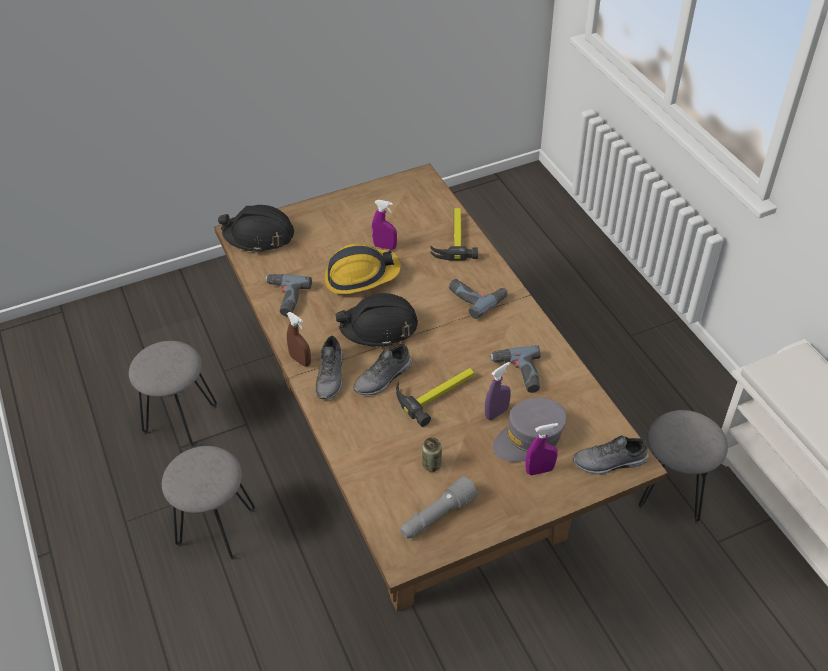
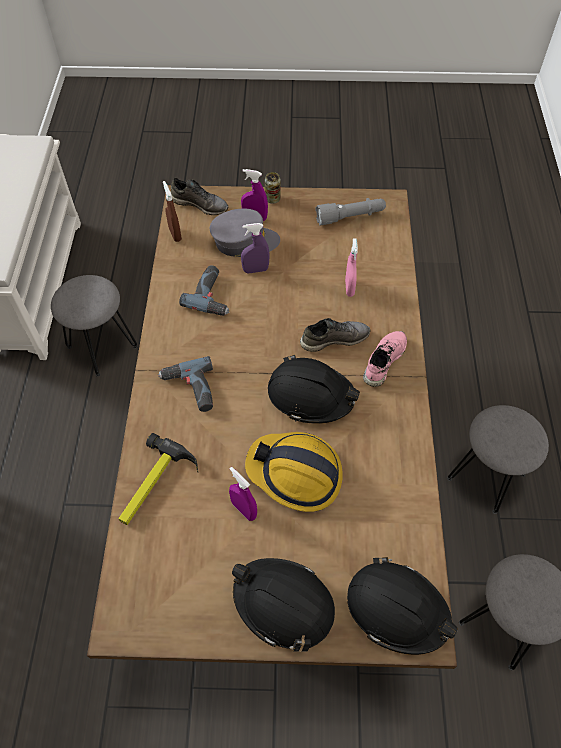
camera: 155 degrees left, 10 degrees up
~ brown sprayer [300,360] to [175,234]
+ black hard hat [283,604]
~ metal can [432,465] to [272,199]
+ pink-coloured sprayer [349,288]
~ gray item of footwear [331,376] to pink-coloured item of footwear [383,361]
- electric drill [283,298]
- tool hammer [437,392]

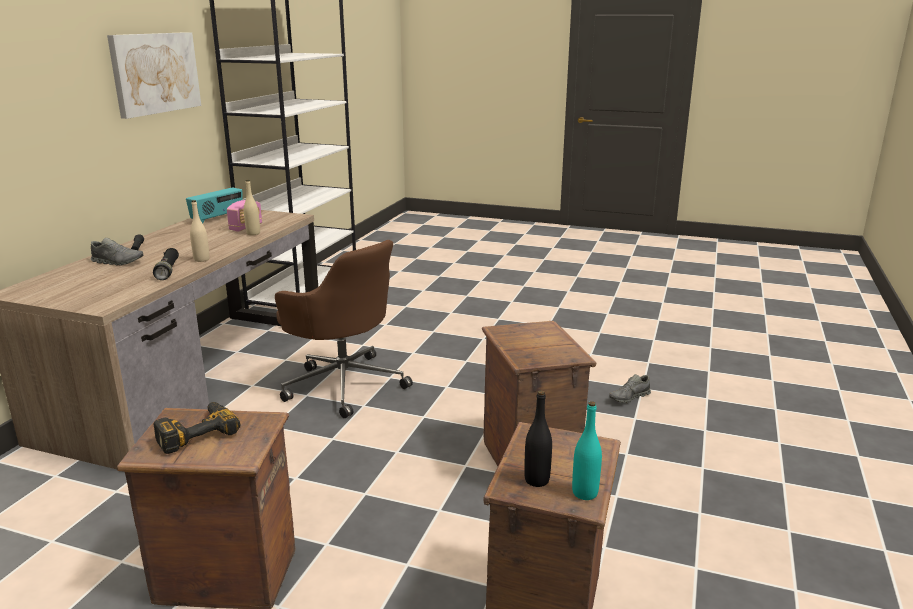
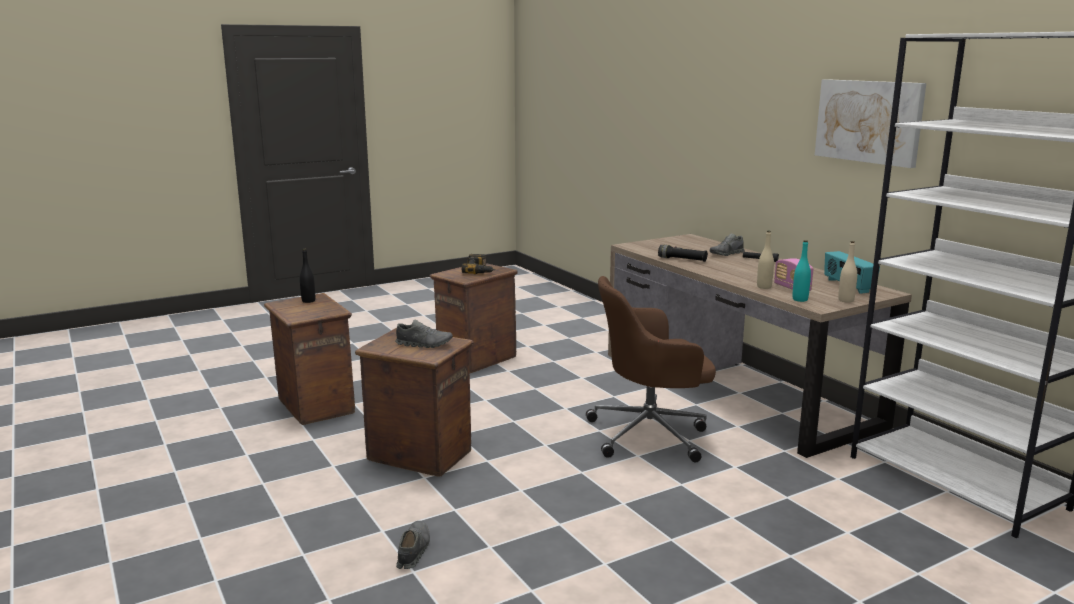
camera: 130 degrees right, 5 degrees down
+ gray item of footwear [424,344]
~ blue-green drink bottle [585,493] to [800,299]
~ beige-coloured drink bottle [201,259] to [846,300]

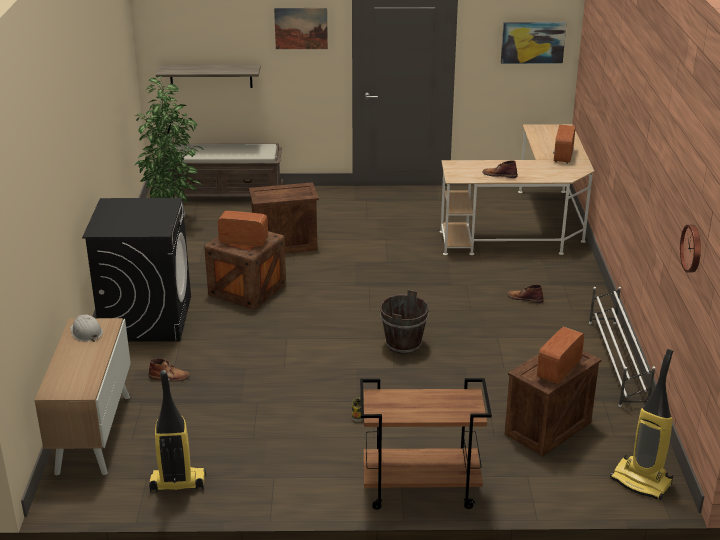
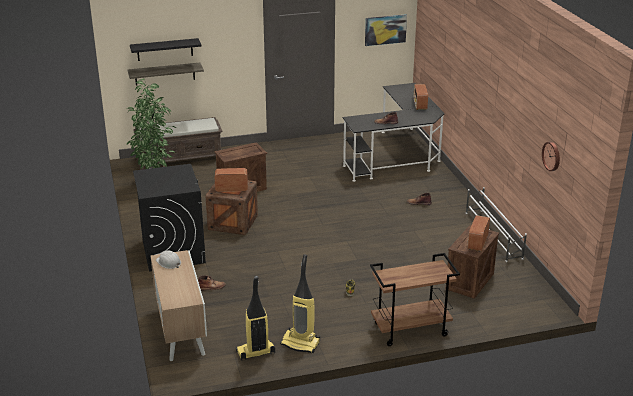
camera: 15 degrees left, 0 degrees up
+ black shelf [165,49]
~ hoover [642,481] to [301,343]
~ beige-coloured desk unit [525,228] to black desk unit [398,157]
- wall picture [301,28]
- brown bucket [403,344]

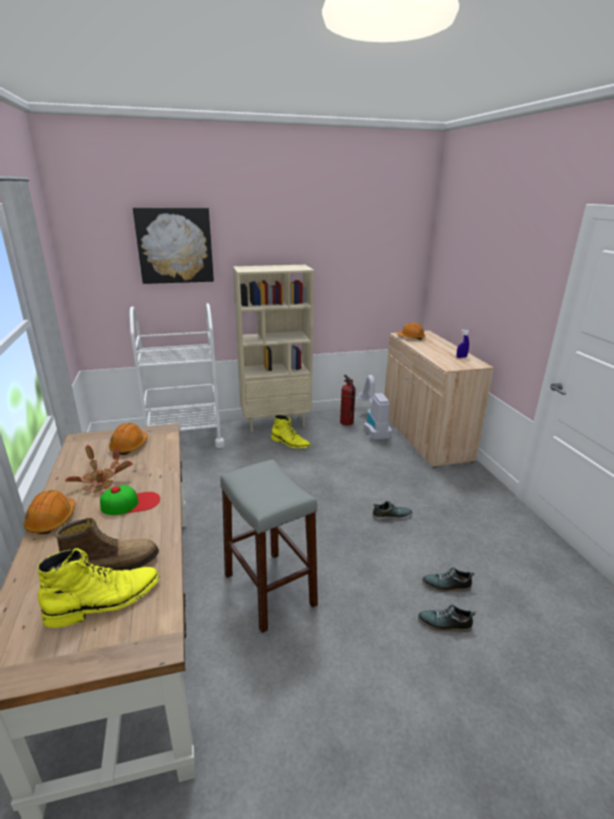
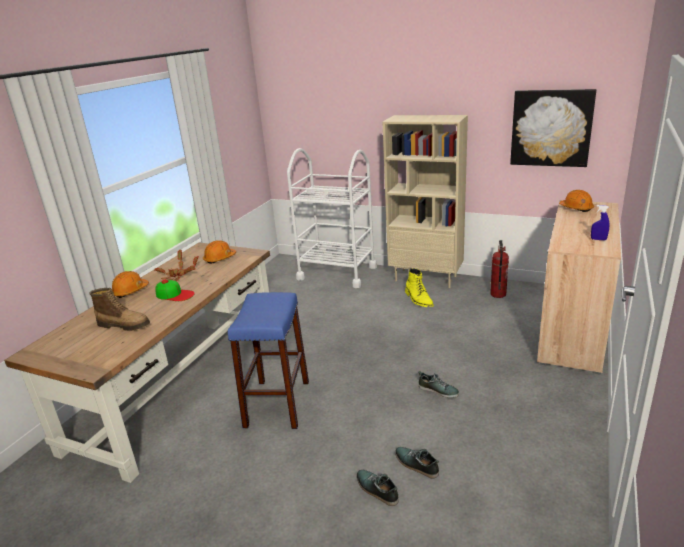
camera: 40 degrees right, 0 degrees up
~ gray sitting stool [269,589] to blue-coloured sitting stool [277,404]
~ wall picture [175,245] to [551,128]
- yellowish boot [105,601]
- hoover [372,428]

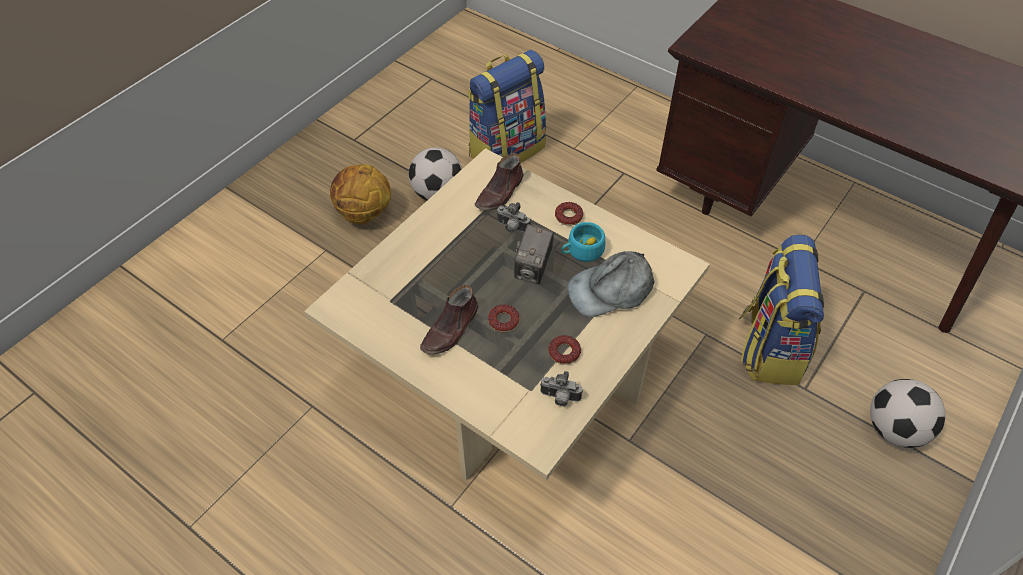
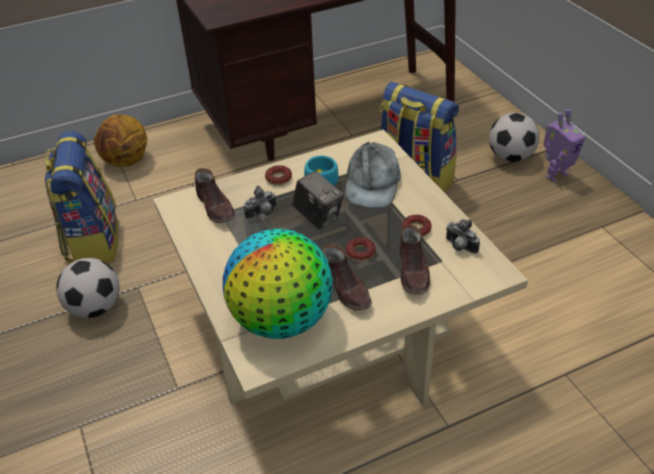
camera: 60 degrees left, 10 degrees down
~ basketball [364,214] to [126,161]
+ world globe [282,320]
+ brown item of footwear [413,271]
~ still camera [559,398] = [459,247] 90 degrees clockwise
+ model robot [555,175]

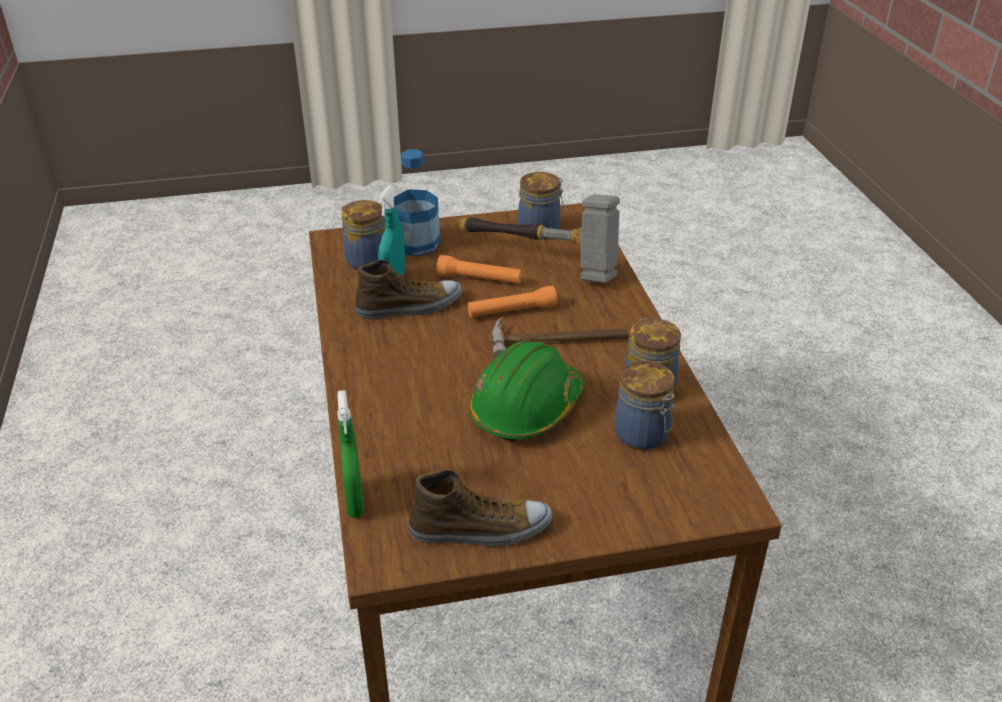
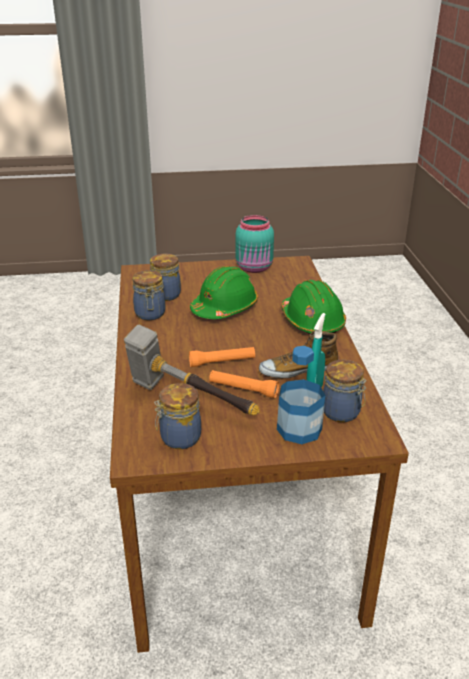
camera: 175 degrees left, 5 degrees down
~ item of footwear [480,529] to blue-green storage jar [255,268]
+ greenish hard hat [312,321]
- greenish sprayer [354,501]
- tool hammer [558,340]

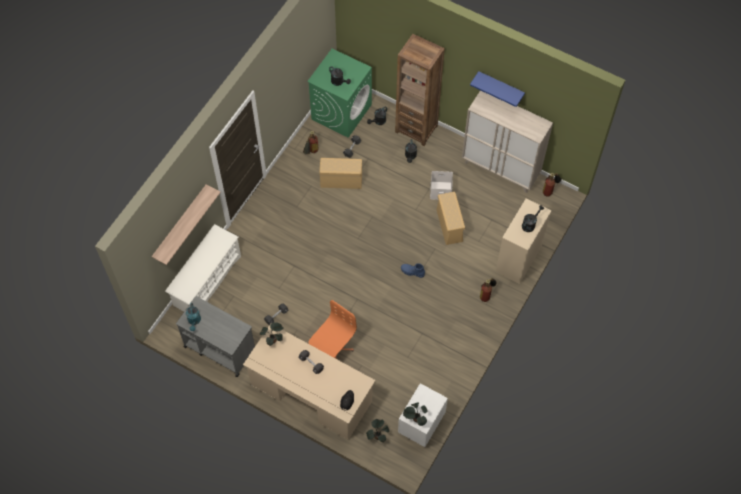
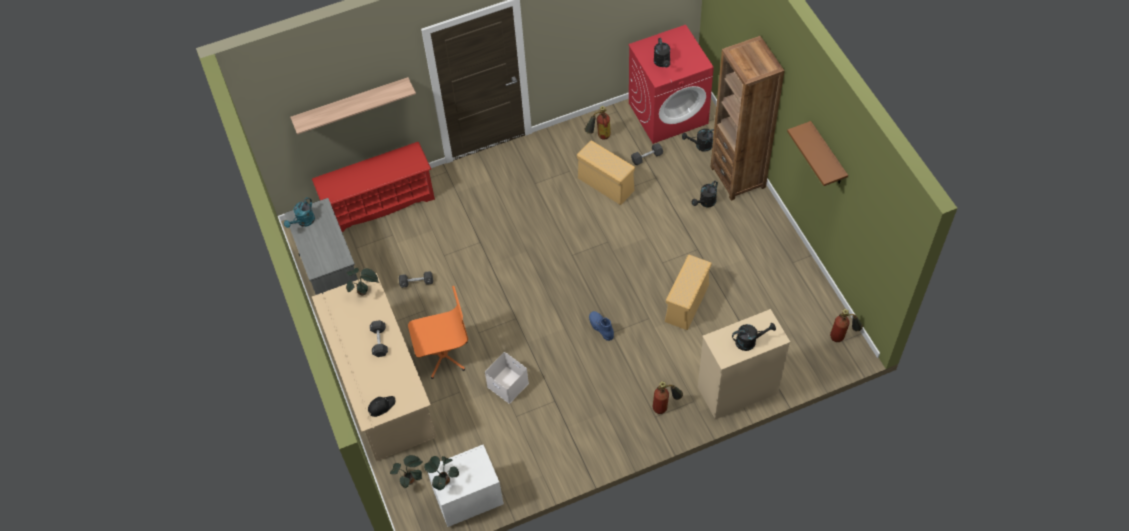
camera: 40 degrees right, 5 degrees down
~ whitish shoe stand [207,281] to reddish shoe stand [379,203]
~ whitish storage bin [441,190] to [509,384]
~ greenish laundry machine [341,111] to reddish laundry machine [668,113]
~ blue-coloured shelf [500,86] to brown shelf [827,155]
- beige-coloured cabinet [500,169]

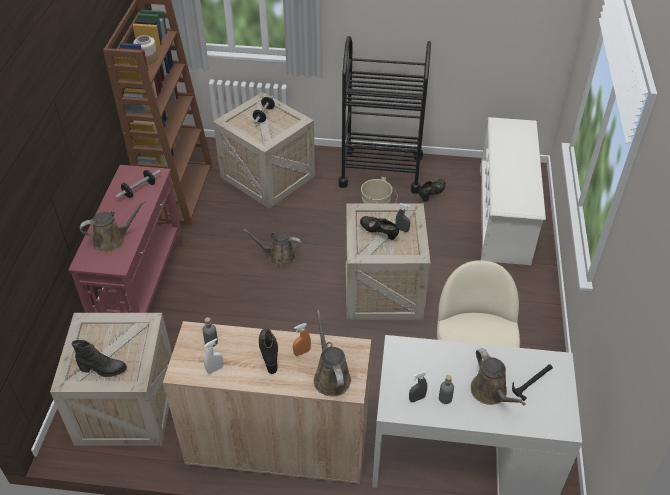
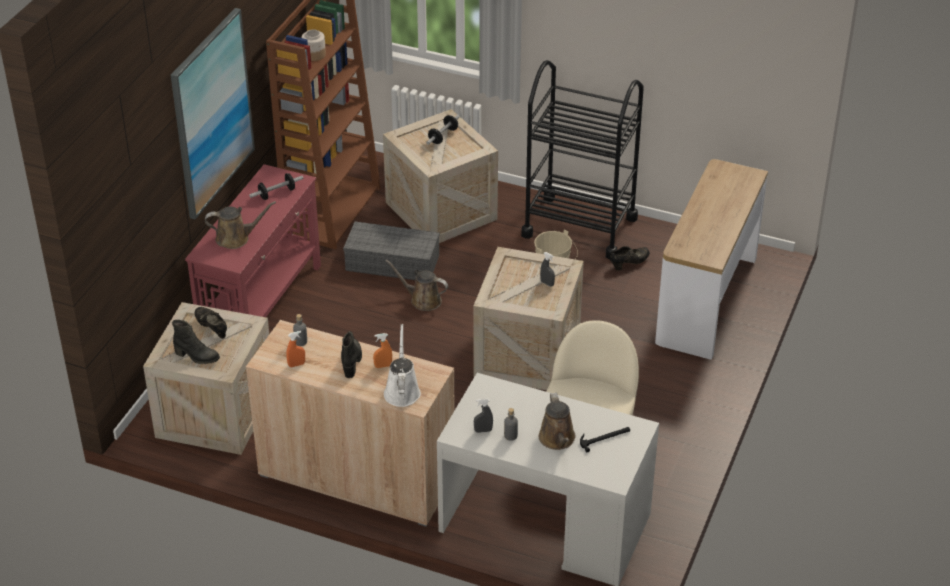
camera: 15 degrees right, 5 degrees down
+ wall picture [212,113]
~ black item of footwear [379,233] to [212,328]
~ whitish sprayer [215,369] to orangey sprayer [296,364]
+ gray storage bin [394,262]
~ brown watering can [330,377] to whitish watering can [402,391]
~ whitish shoe stand [504,215] to narrow table [707,301]

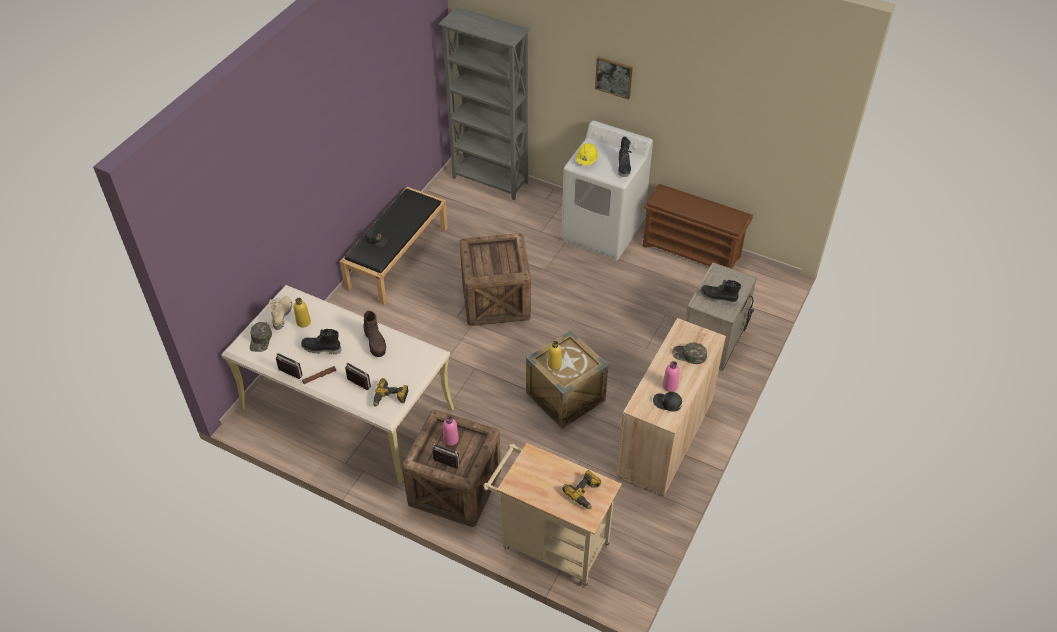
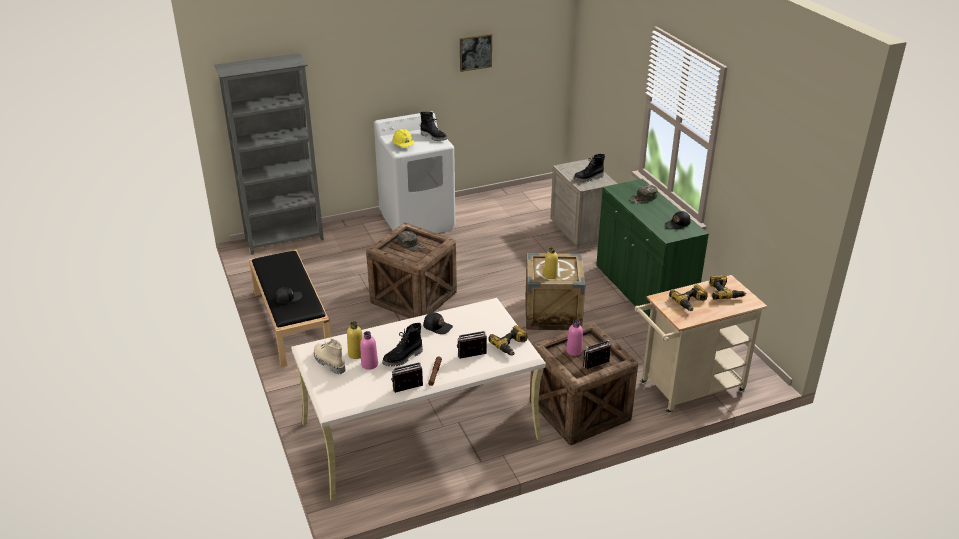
camera: 50 degrees left, 15 degrees down
~ pink-coloured drink bottle [670,386] to [369,364]
~ greenish peaked cap [261,339] to [411,244]
~ brown boot [375,343] to black peaked cap [437,327]
~ wall picture [614,77] to [475,52]
~ beige-coloured cabinet [664,438] to greenish cabinet [643,291]
+ electric drill [690,302]
- brown shoe stand [692,251]

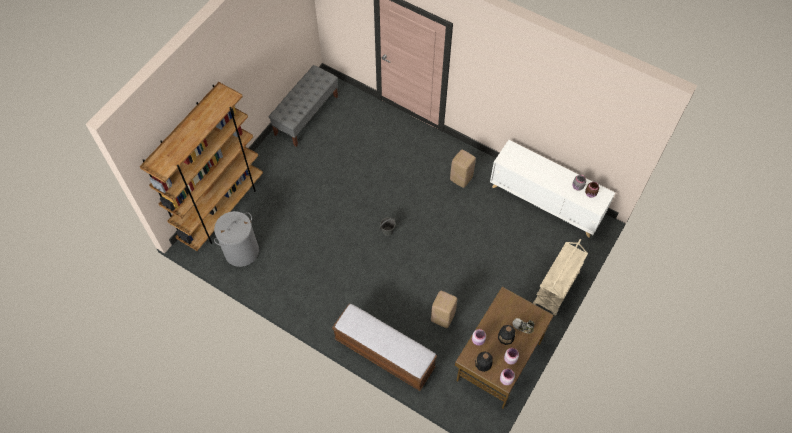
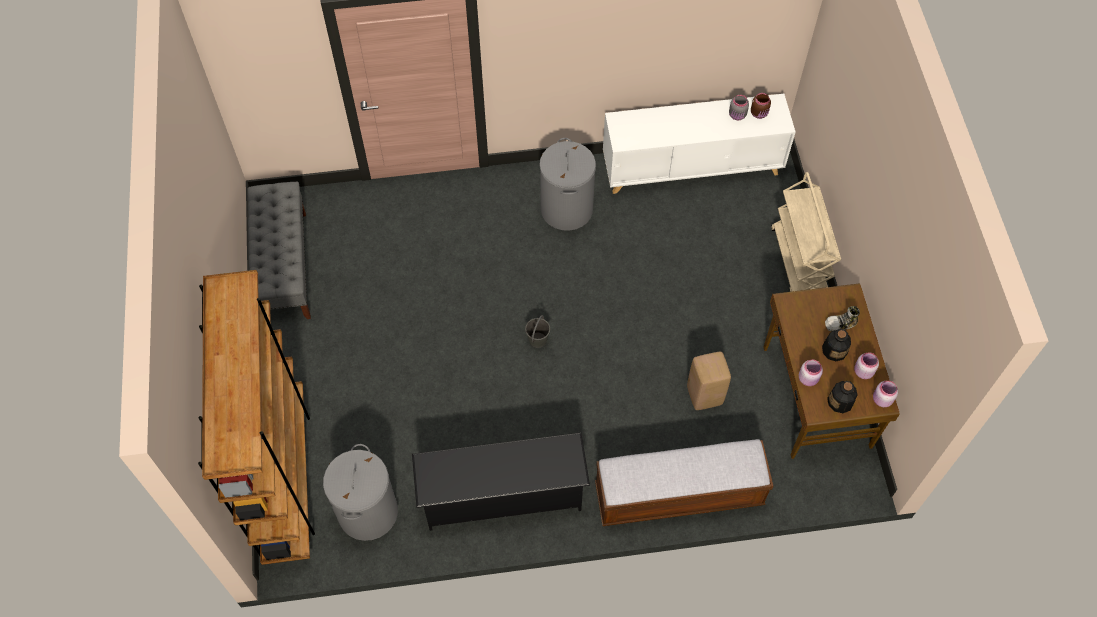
camera: 40 degrees left, 0 degrees up
+ black shoe stand [502,496]
~ beige-coloured sitting stool [461,178] to gray laundry basket [566,209]

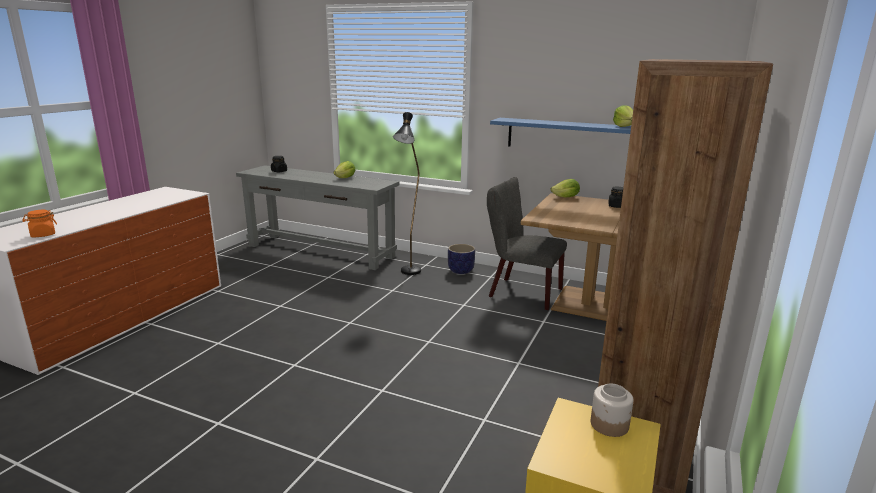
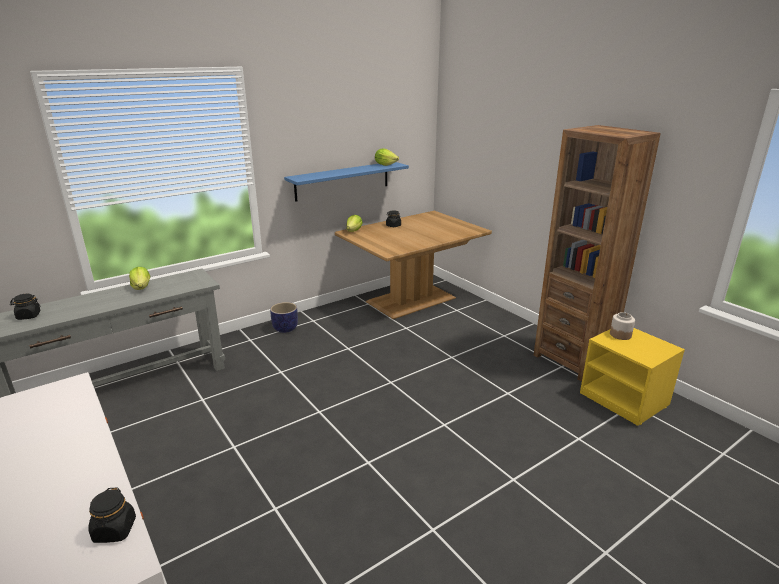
camera: 60 degrees left, 5 degrees up
~ orangey storage jar [43,235] to black storage jar [114,530]
- black floor lamp [409,274]
- gray plain chair [520,292]

